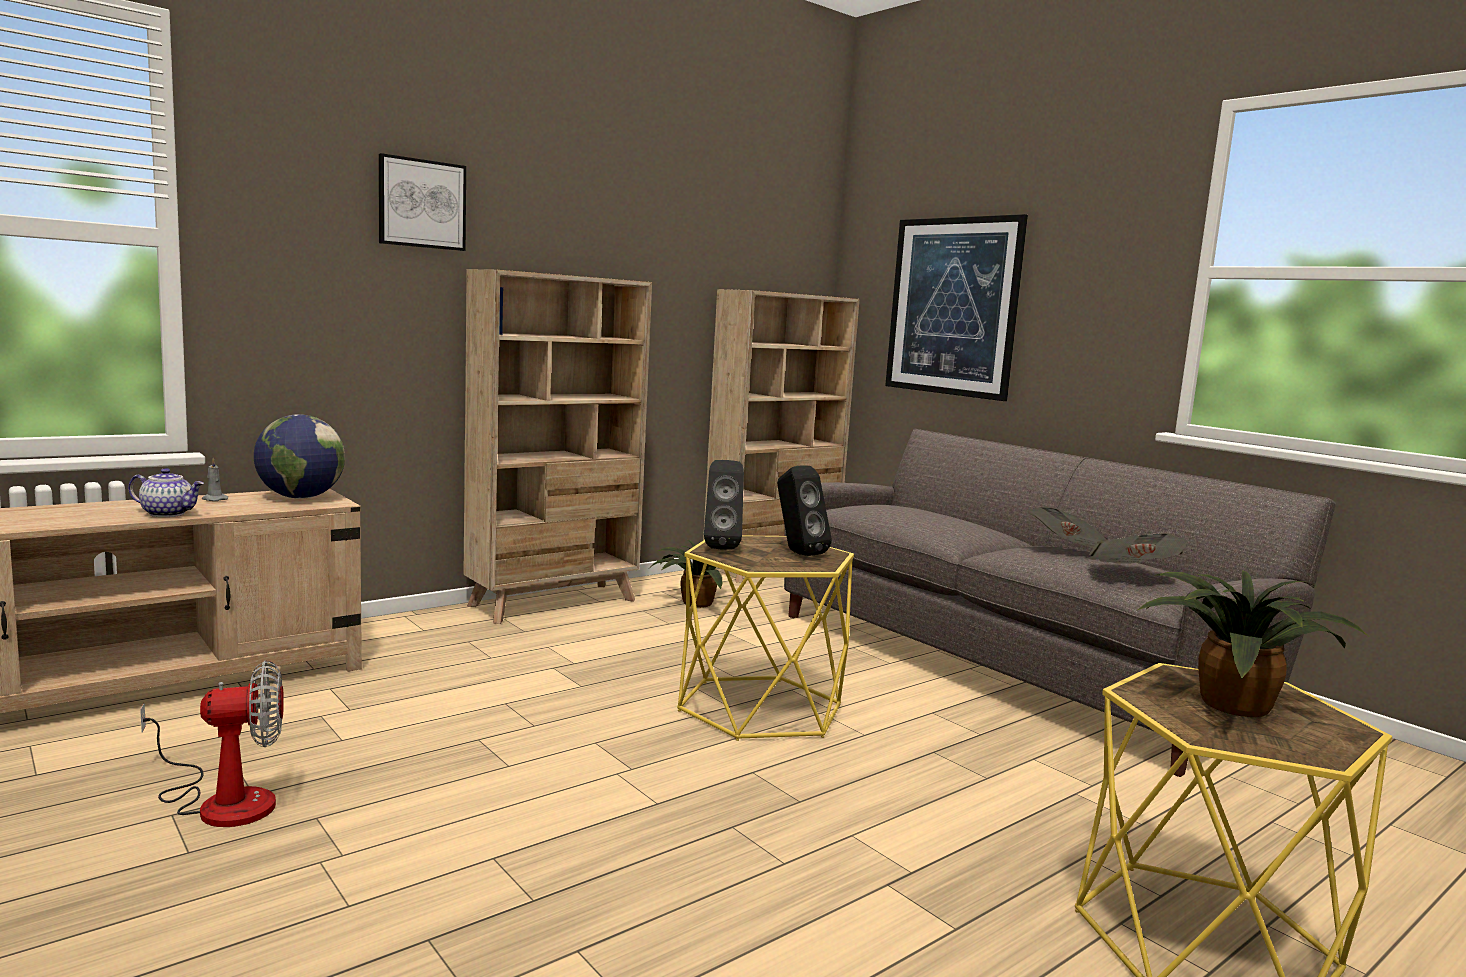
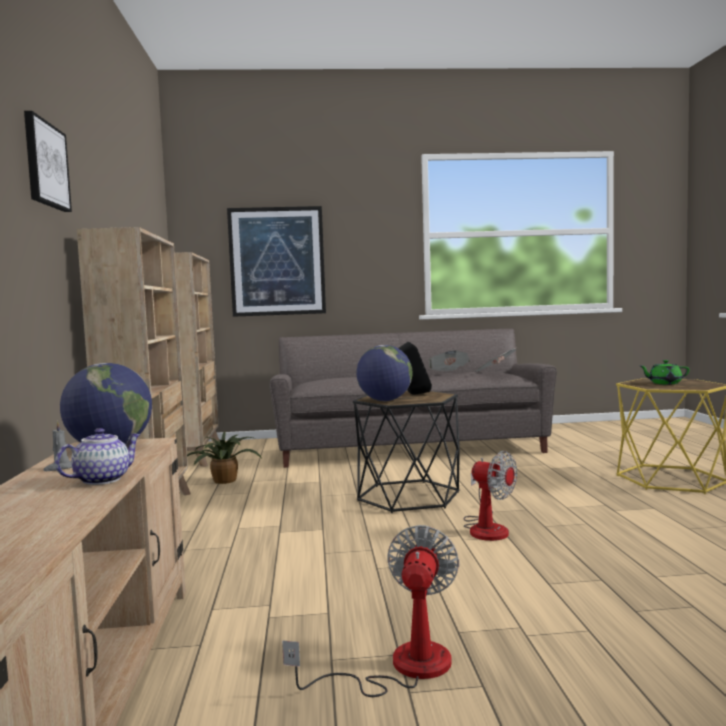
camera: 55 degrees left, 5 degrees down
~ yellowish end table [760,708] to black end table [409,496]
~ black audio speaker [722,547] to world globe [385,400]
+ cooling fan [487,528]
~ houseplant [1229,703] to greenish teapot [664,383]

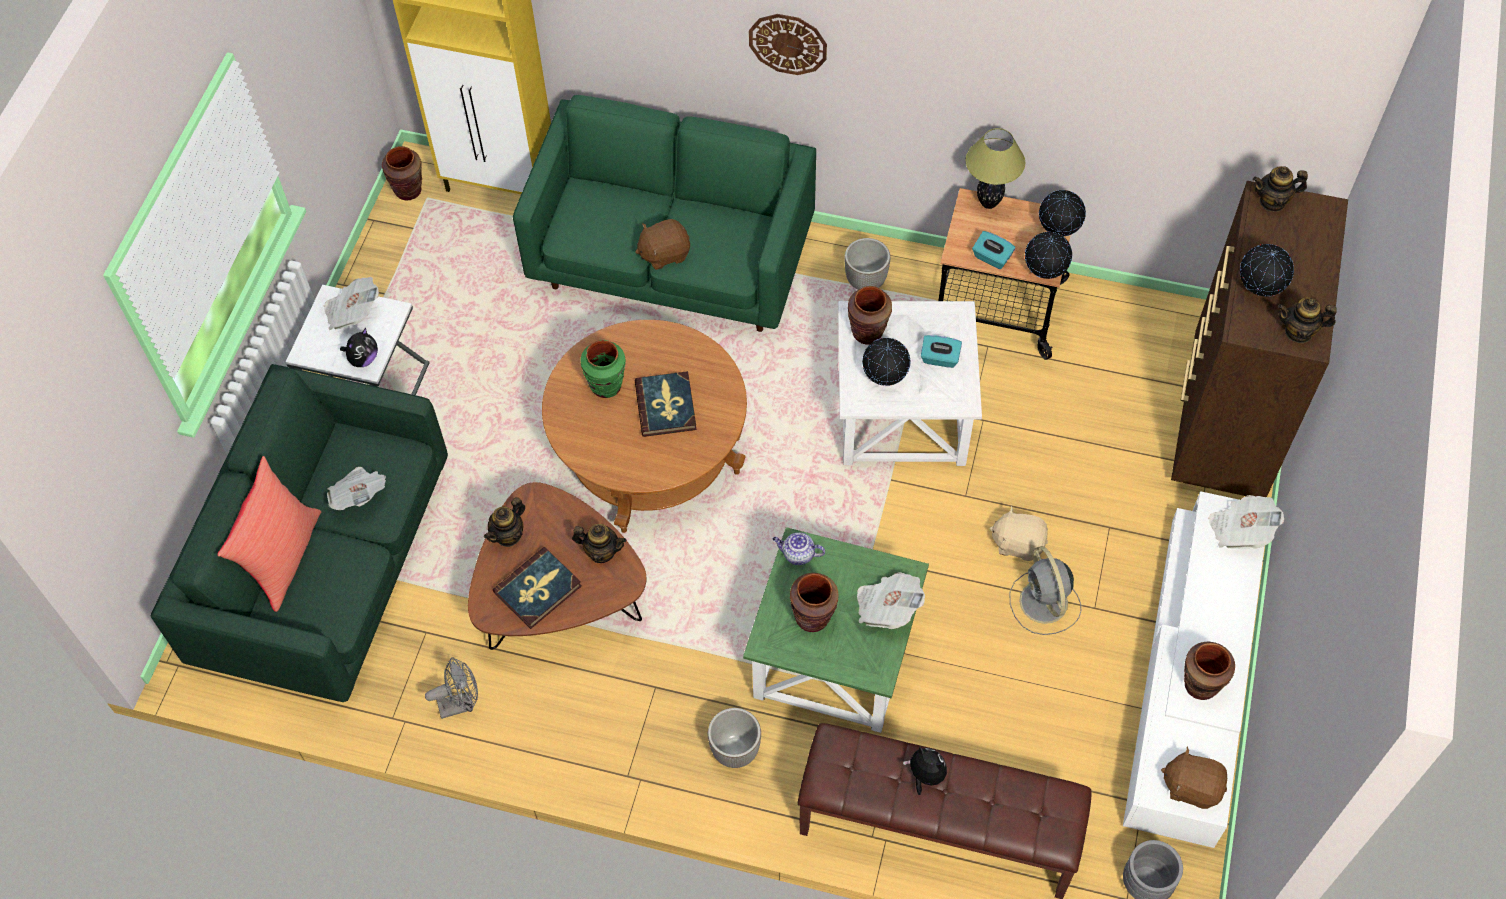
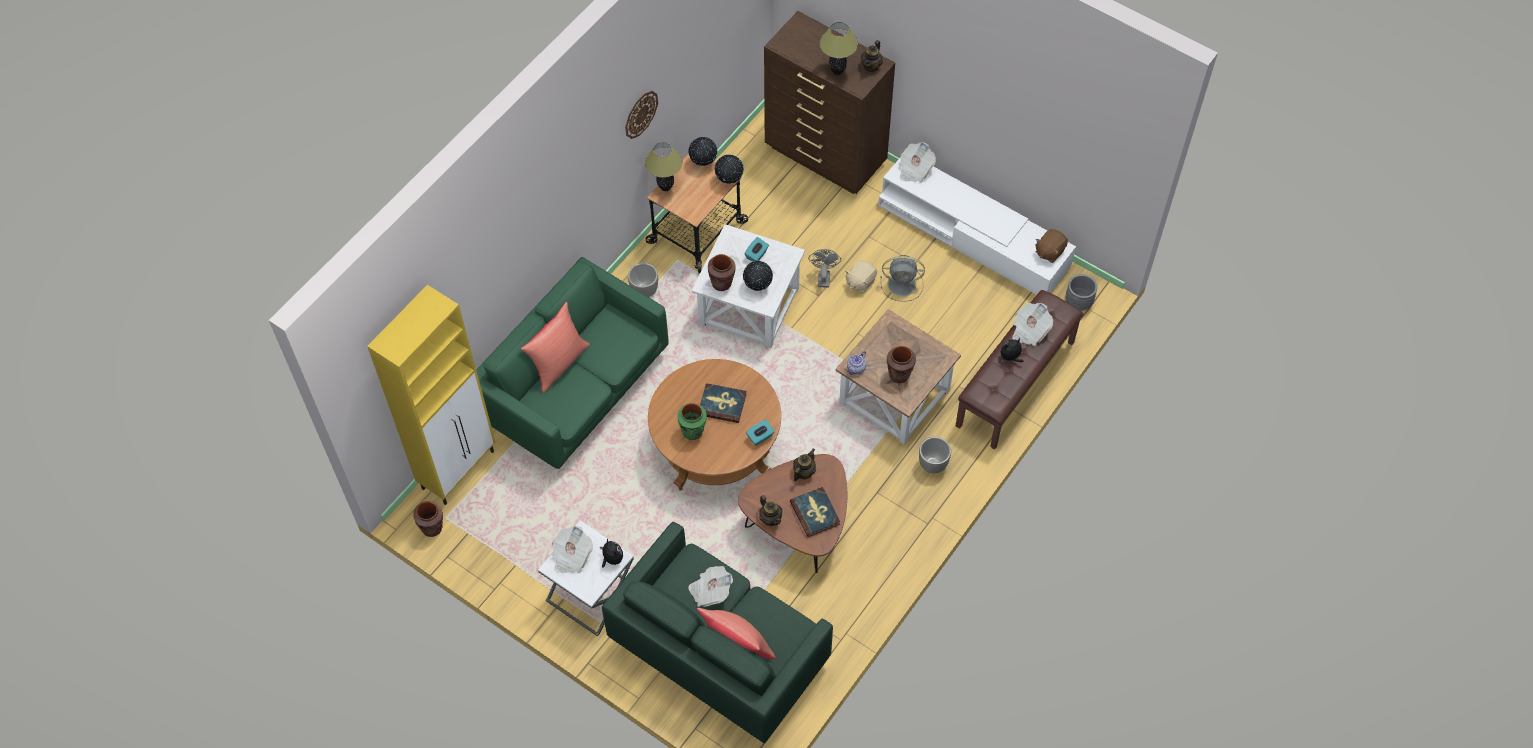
camera: 70 degrees left, 0 degrees up
+ reddish pillow [558,363]
~ clock on the wall [788,43] to [640,114]
~ blue-green tissue holder [991,258] to [760,437]
~ gray cooling fan [461,704] to [823,277]
~ world globe [1258,290] to tabletop lamp [837,71]
~ greenish end table [832,658] to brown end table [894,397]
~ newspaper [887,608] to [1029,330]
- brown cuddly toy [664,253]
- brown decorative vase [1200,685]
- teapot [1272,201]

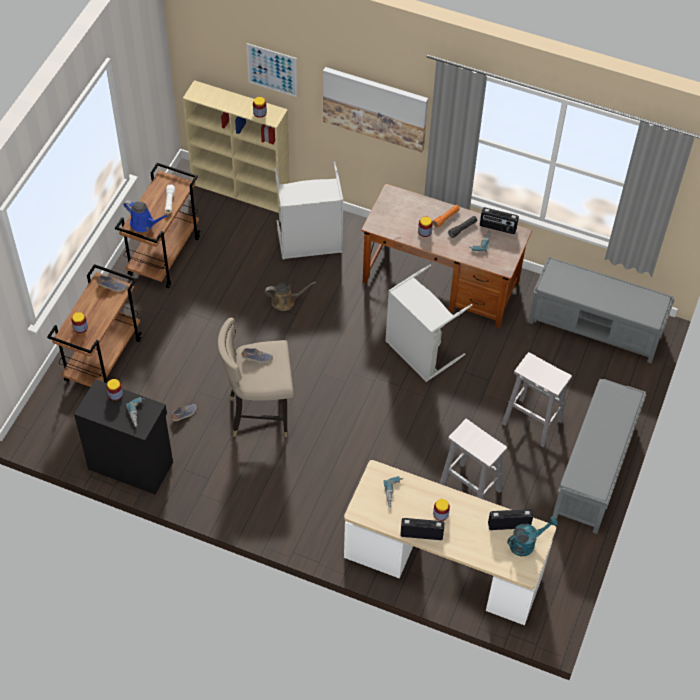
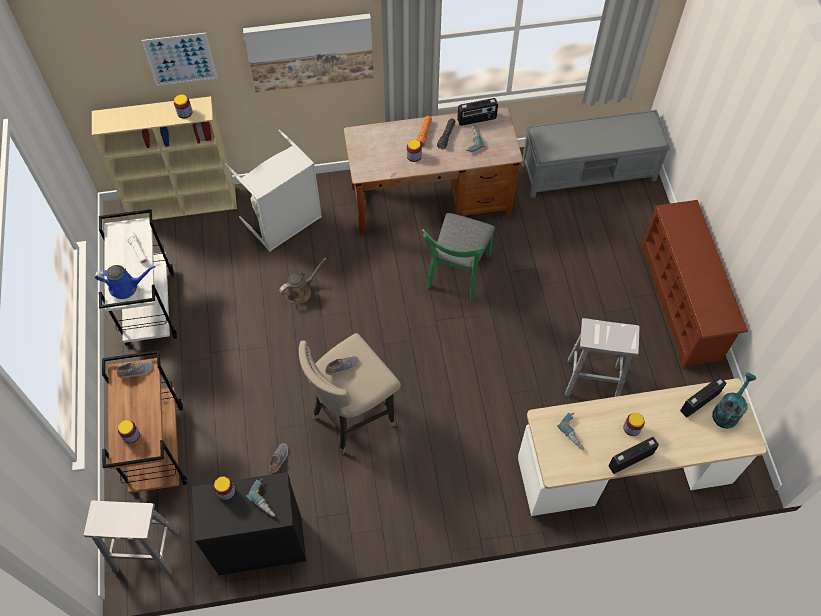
camera: 30 degrees left, 5 degrees up
~ whitish sitting stool [531,422] to [145,551]
~ brown wheeled cart [164,255] to whitish wheeled cart [149,307]
~ gray laundry basket [418,352] to greenish plain chair [457,276]
~ gray bench [594,470] to brown shoe stand [681,303]

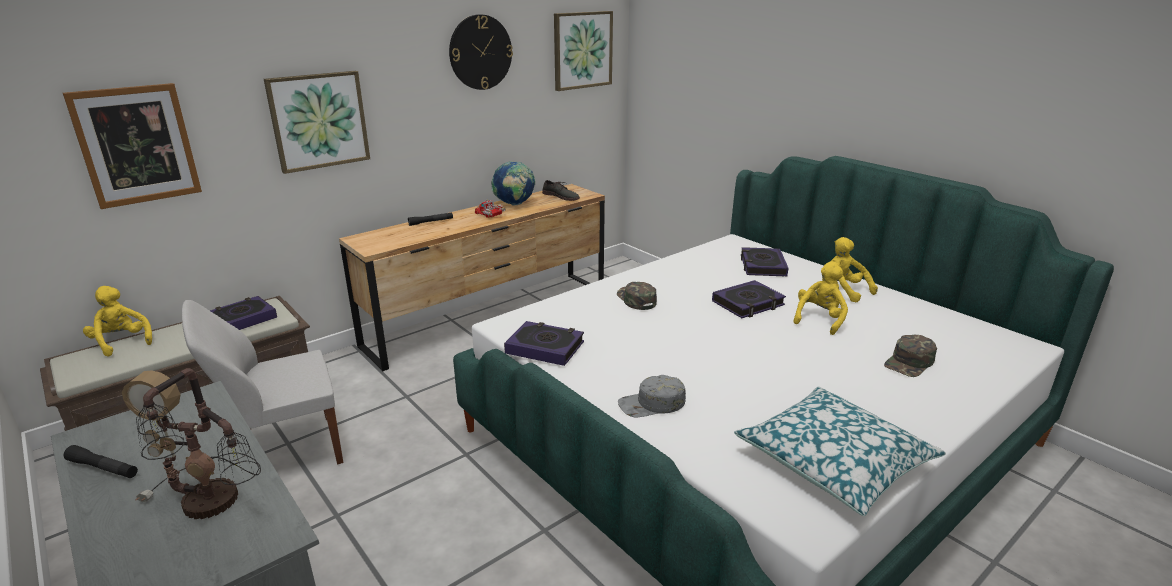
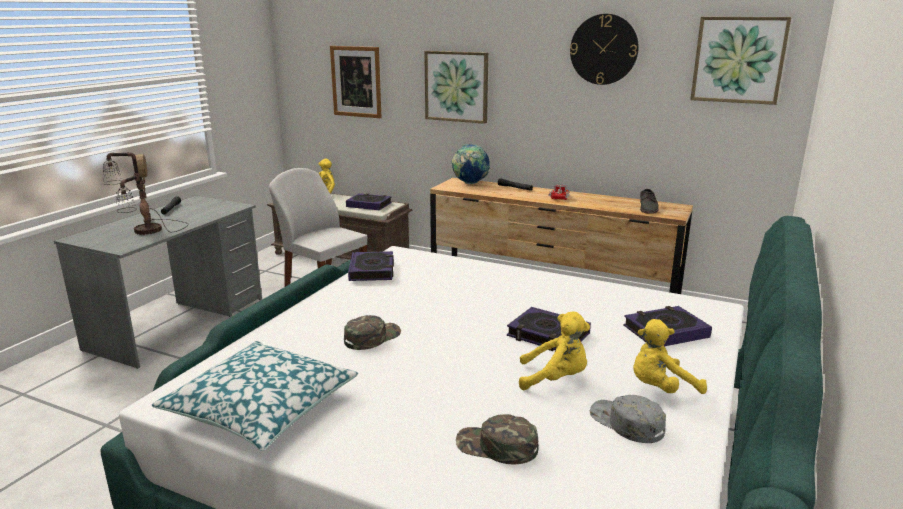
camera: 65 degrees right, 5 degrees down
~ greenish peaked cap [636,299] to [372,337]
~ world globe [514,204] to [470,183]
~ gray peaked cap [652,404] to [626,423]
~ yellowish cuddly toy [842,291] = [660,388] 135 degrees counterclockwise

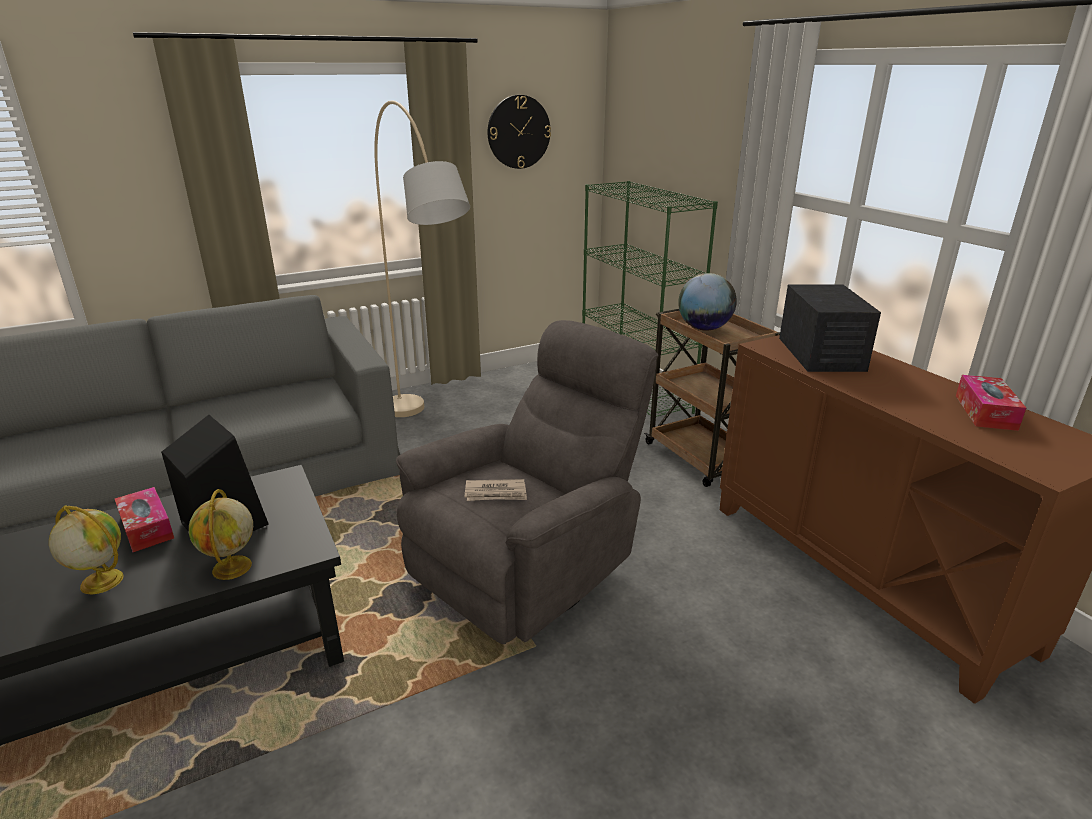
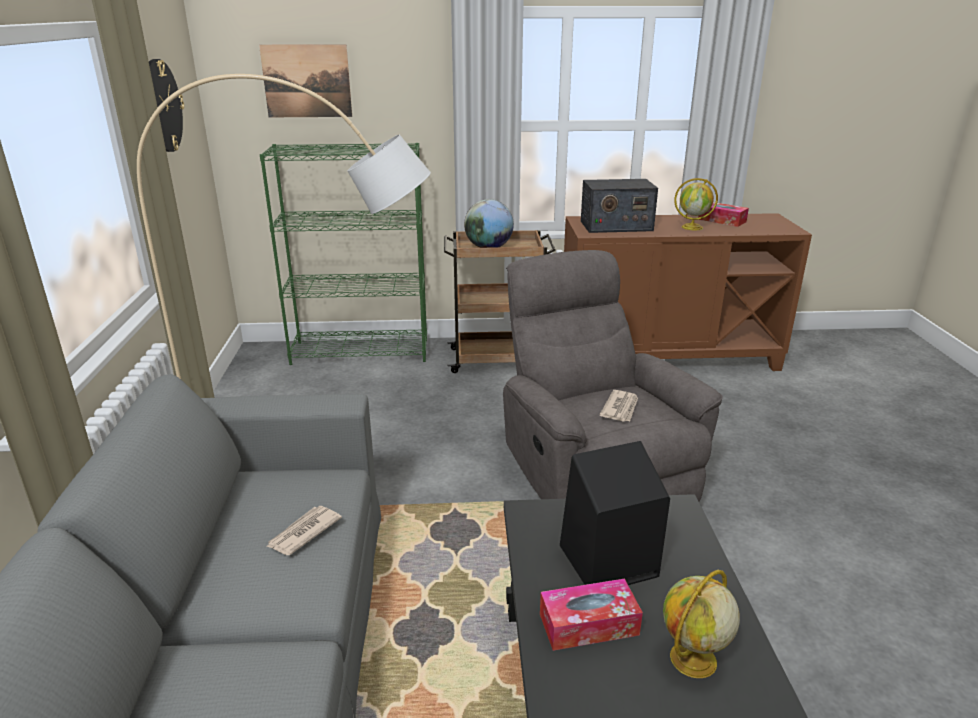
camera: 65 degrees left, 0 degrees up
+ wall picture [307,81]
+ newspaper [303,533]
~ radio set [821,354] = [615,226] 150 degrees clockwise
~ world globe [232,568] to [692,227]

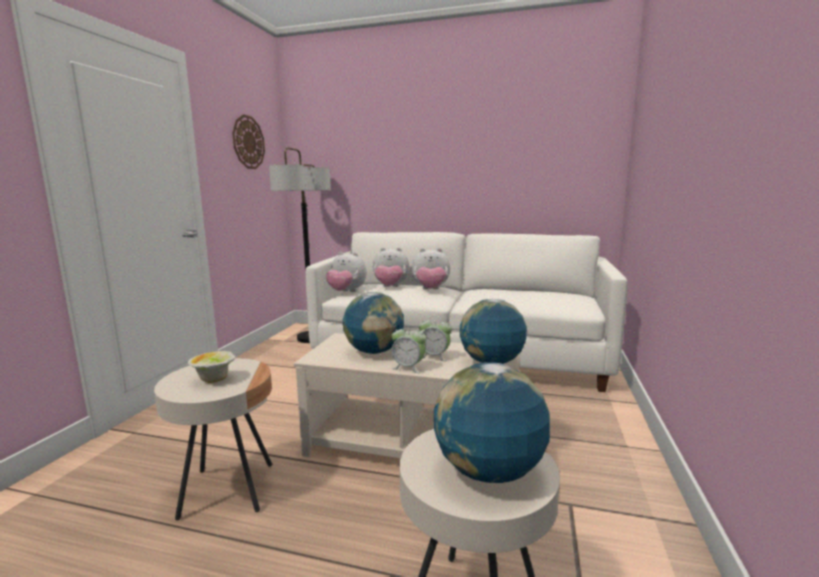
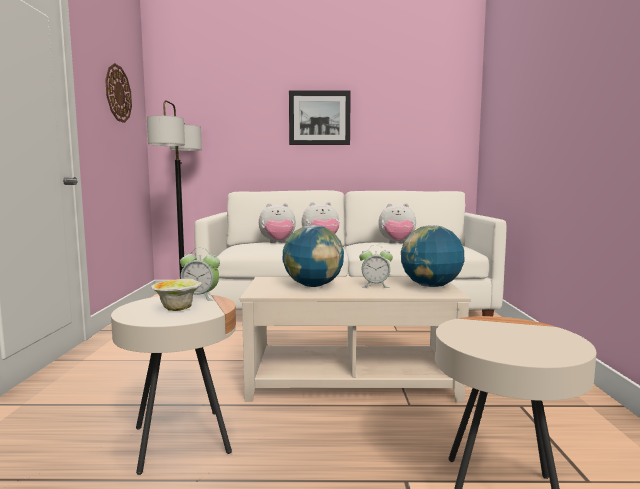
camera: 15 degrees left, 5 degrees down
~ bedside clock [408,367] to [200,297]
+ wall picture [319,118]
~ cuddly toy [346,292] to [397,243]
- world globe [488,471]

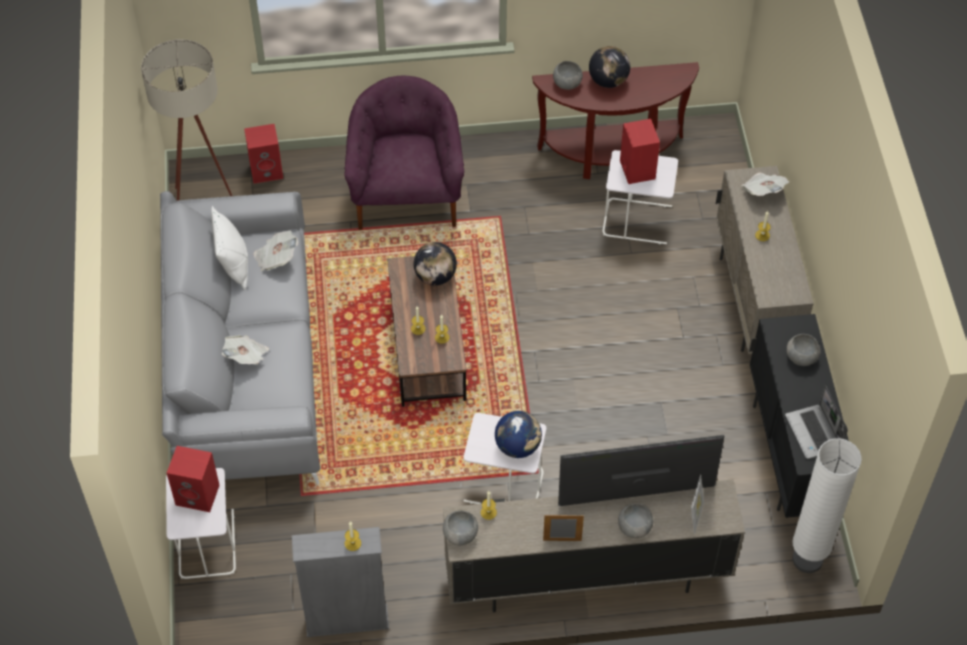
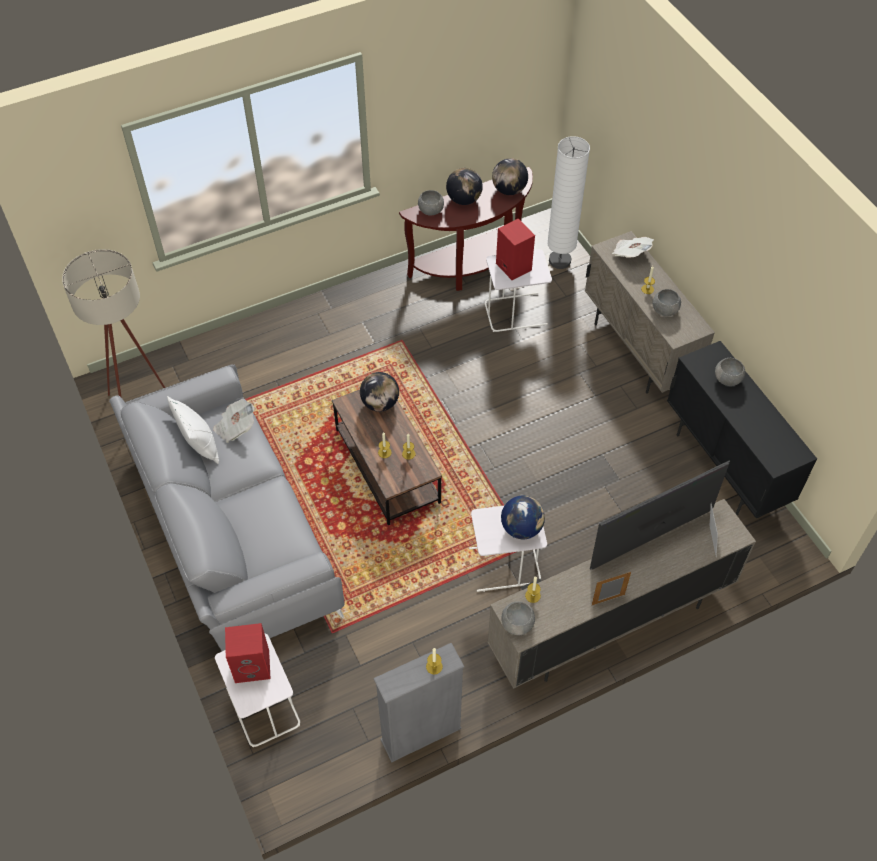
camera: 20 degrees left, 0 degrees up
+ world globe [509,190]
~ whitish floor lamp [807,559] to [560,261]
~ gray deep dish [634,527] to [664,310]
- newspaper [245,356]
- reddish audio speaker [267,170]
- purple lounge chair [406,195]
- portable computer [814,433]

